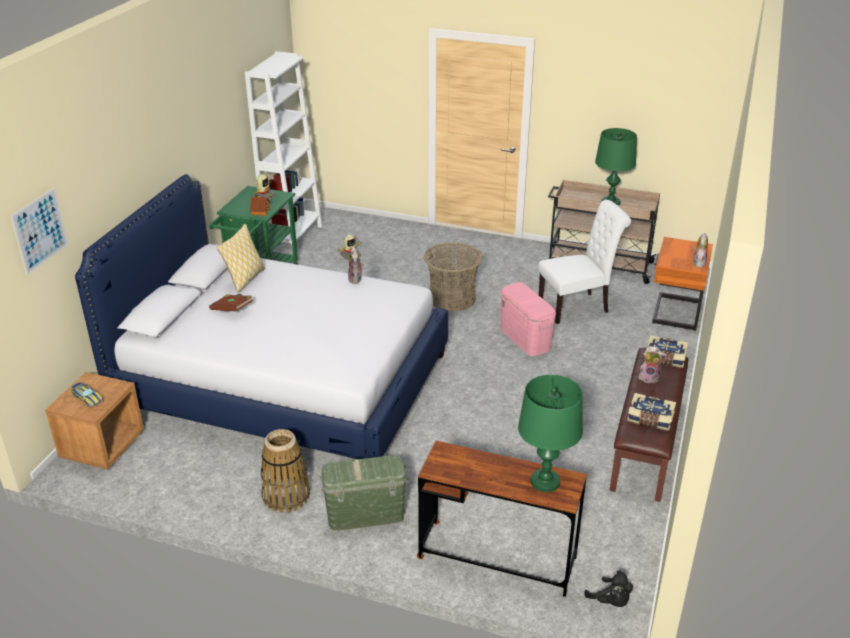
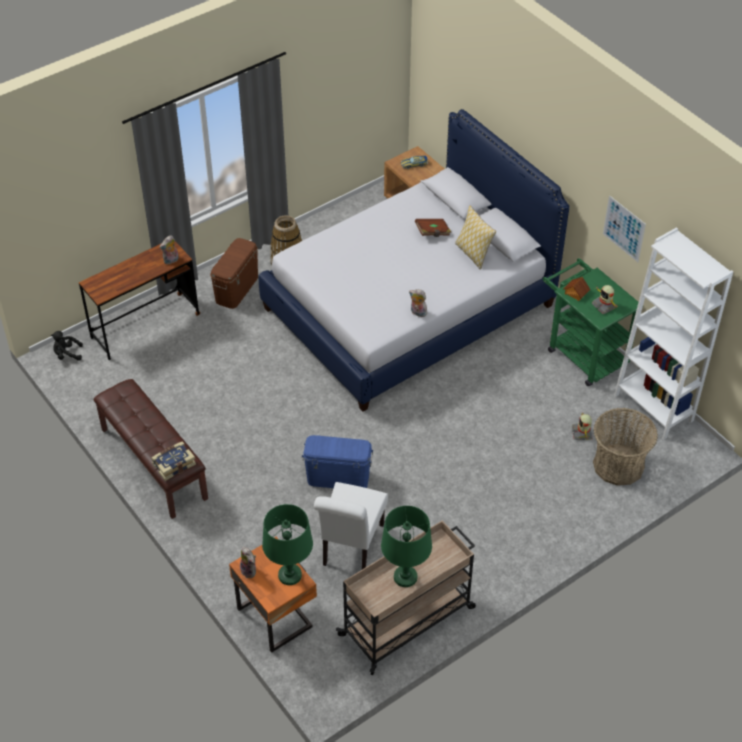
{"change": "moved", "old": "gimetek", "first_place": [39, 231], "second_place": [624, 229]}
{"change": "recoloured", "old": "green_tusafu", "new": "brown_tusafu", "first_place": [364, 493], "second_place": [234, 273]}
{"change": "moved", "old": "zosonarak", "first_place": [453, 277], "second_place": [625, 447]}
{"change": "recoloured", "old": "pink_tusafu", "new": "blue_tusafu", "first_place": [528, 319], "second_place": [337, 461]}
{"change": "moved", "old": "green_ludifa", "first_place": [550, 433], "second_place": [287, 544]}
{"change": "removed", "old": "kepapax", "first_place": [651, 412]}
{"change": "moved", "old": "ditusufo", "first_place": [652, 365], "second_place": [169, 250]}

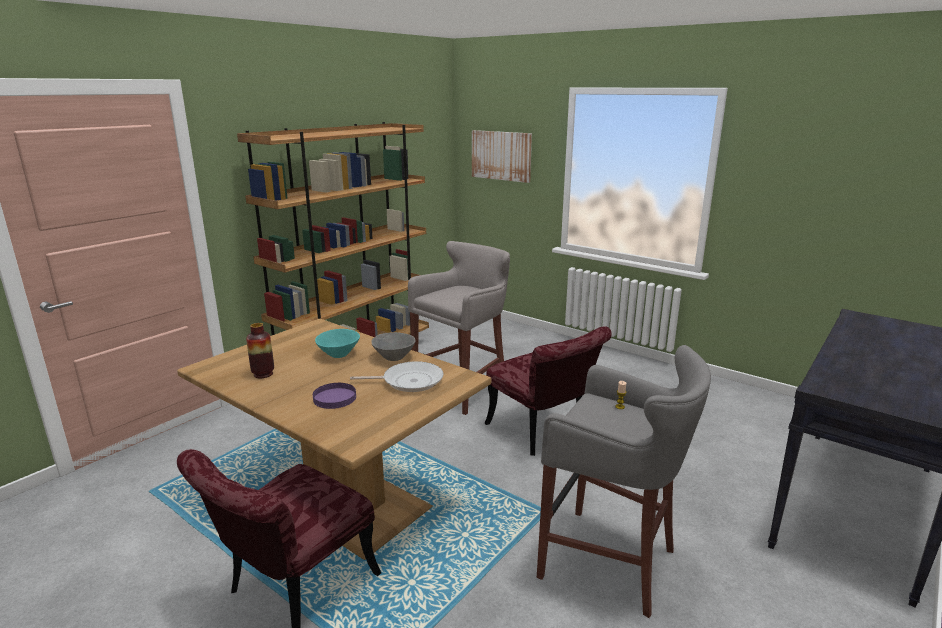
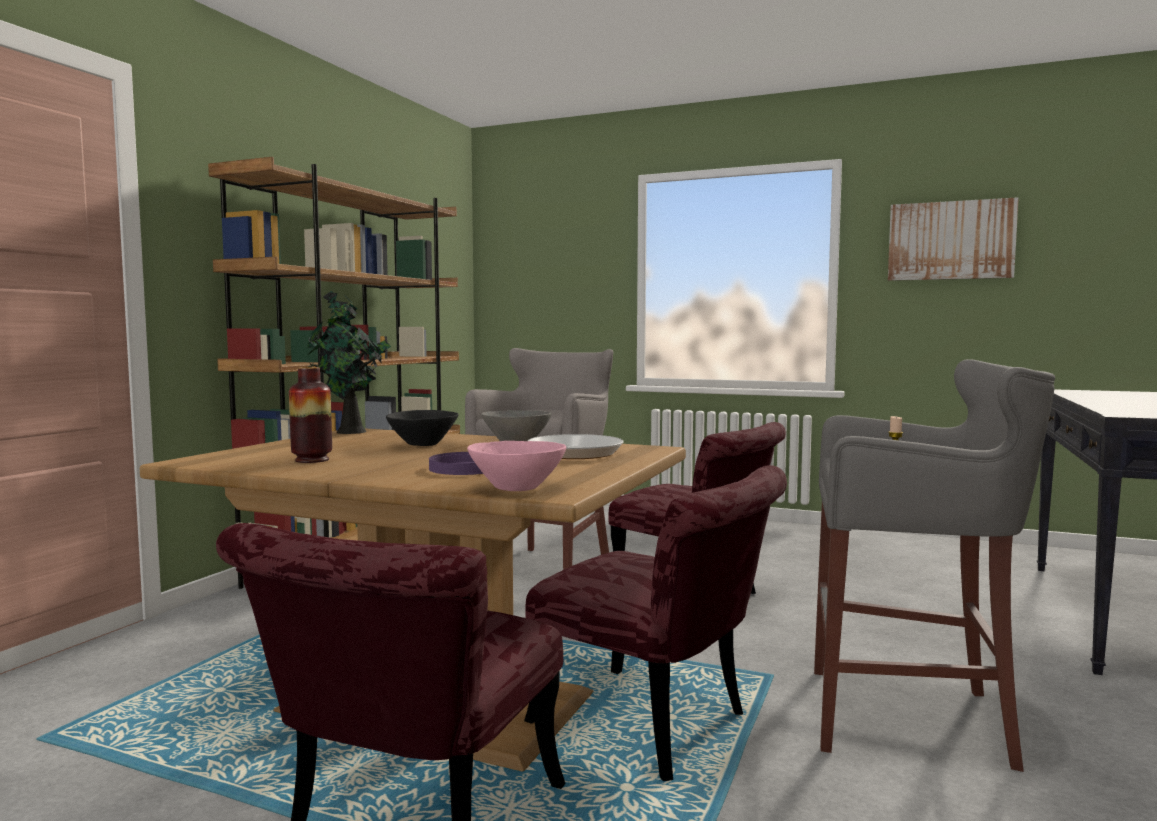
{"change": "recoloured", "old": "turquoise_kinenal", "new": "black_kinenal", "first_place": [337, 343], "second_place": [422, 428]}
{"change": "moved", "old": "gimetek", "first_place": [502, 156], "second_place": [953, 239]}
{"change": "added", "new": "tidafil", "second_place": [348, 362]}
{"change": "added", "new": "pink_kinenal", "second_place": [516, 466]}
{"change": "added", "new": "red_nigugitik", "second_place": [655, 623]}

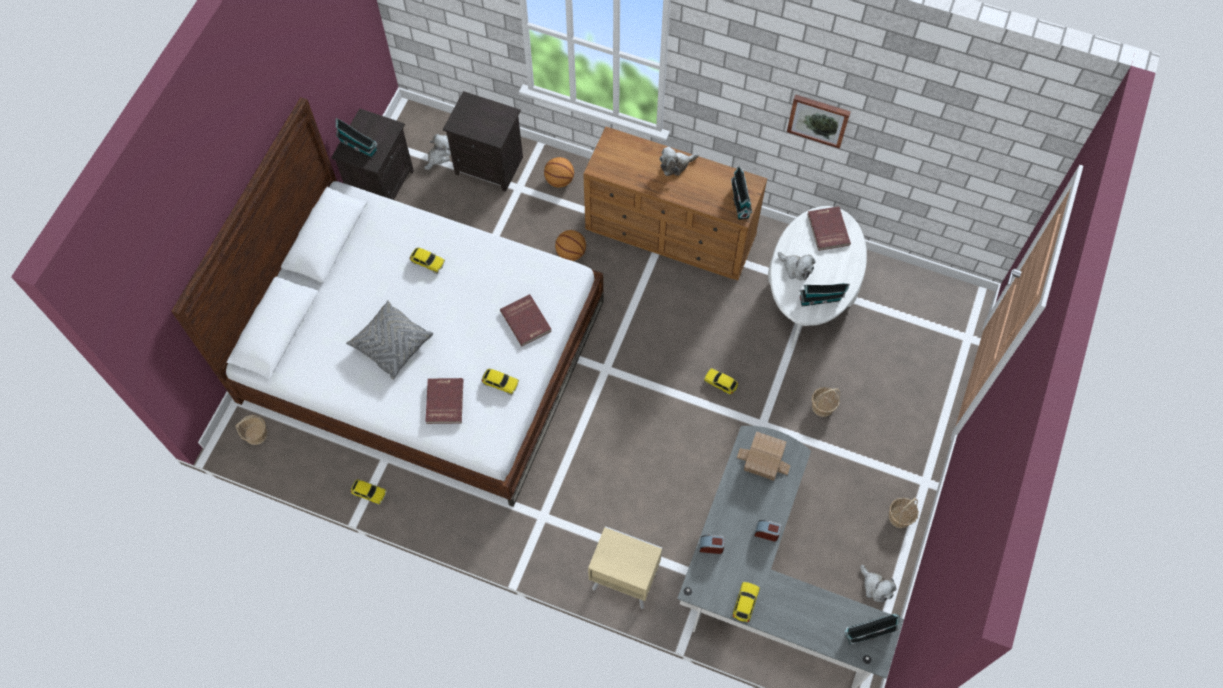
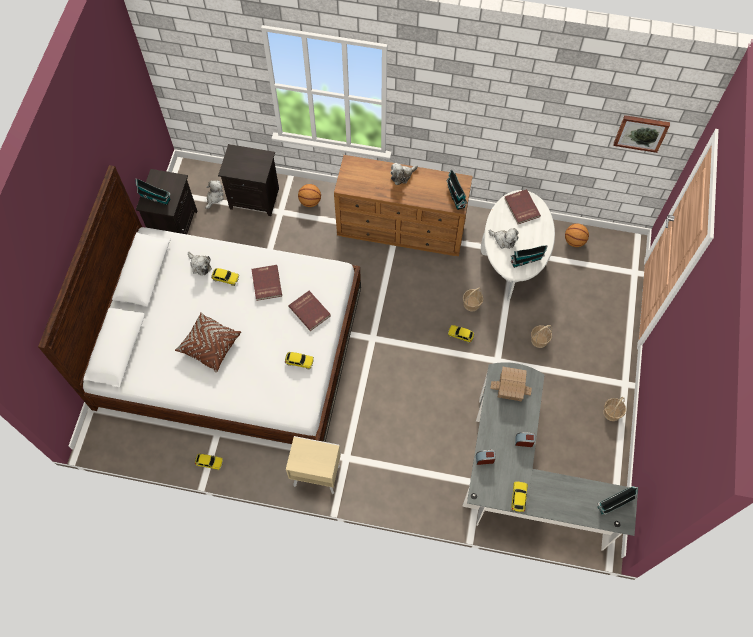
{"change": "moved", "old": "zosonarak", "first_place": [251, 430], "second_place": [473, 299]}
{"change": "recoloured", "old": "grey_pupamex", "new": "brown_pupamex", "first_place": [389, 340], "second_place": [208, 342]}
{"change": "moved", "old": "red_kepapax", "first_place": [444, 401], "second_place": [266, 283]}
{"change": "moved", "old": "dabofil", "first_place": [570, 245], "second_place": [577, 235]}
{"change": "moved", "old": "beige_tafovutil", "first_place": [625, 567], "second_place": [313, 465]}
{"change": "moved", "old": "gimetek", "first_place": [819, 121], "second_place": [642, 134]}
{"change": "moved", "old": "ditusufo", "first_place": [879, 584], "second_place": [200, 263]}

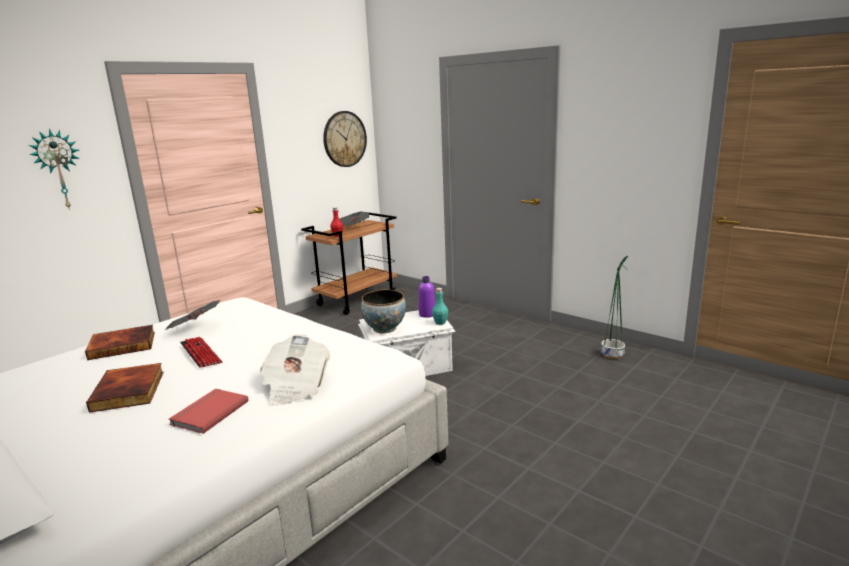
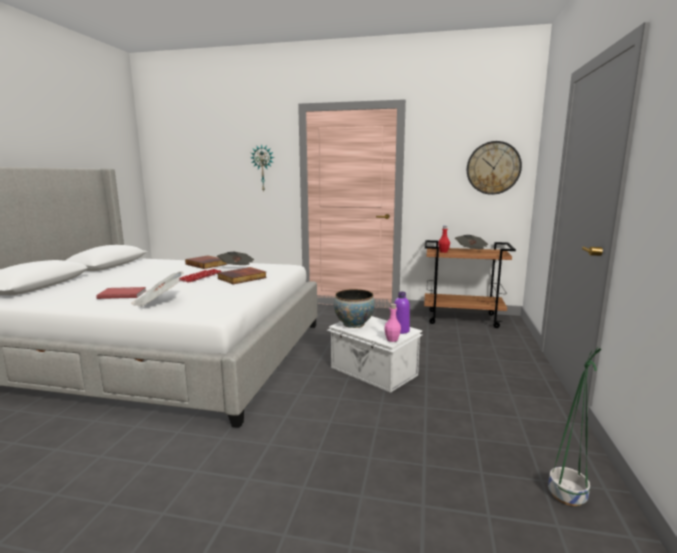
{"change": "moved", "old": "kepapax", "first_place": [125, 388], "second_place": [242, 275]}
{"change": "recoloured", "old": "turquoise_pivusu", "new": "pink_pivusu", "first_place": [440, 306], "second_place": [392, 323]}

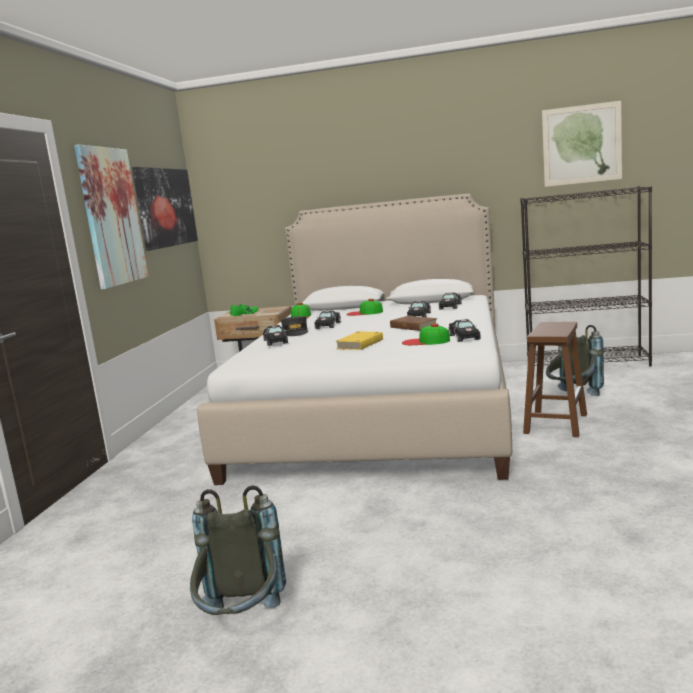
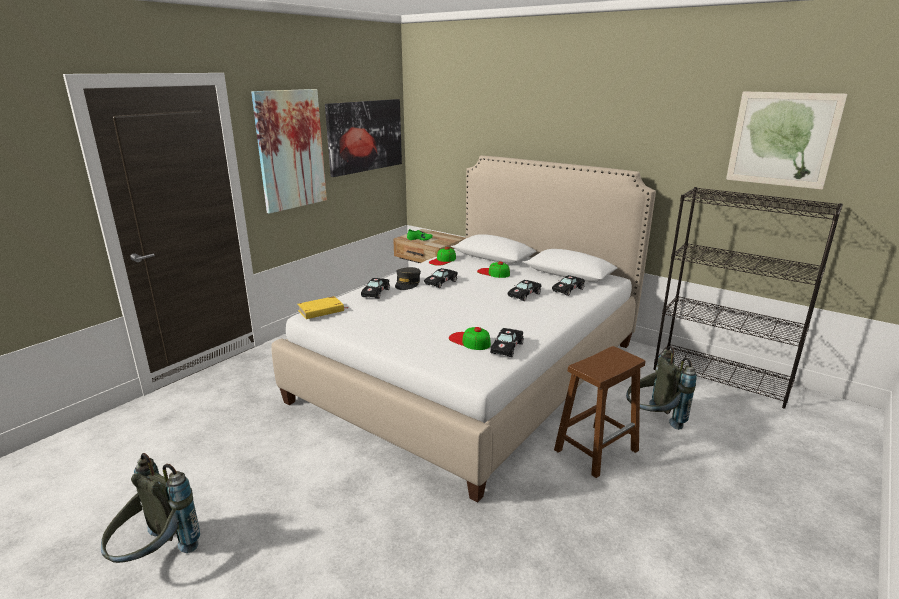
{"change": "moved", "old": "yellow_kepapax", "first_place": [359, 340], "second_place": [323, 307]}
{"change": "removed", "old": "brown_kepapax", "first_place": [414, 323]}

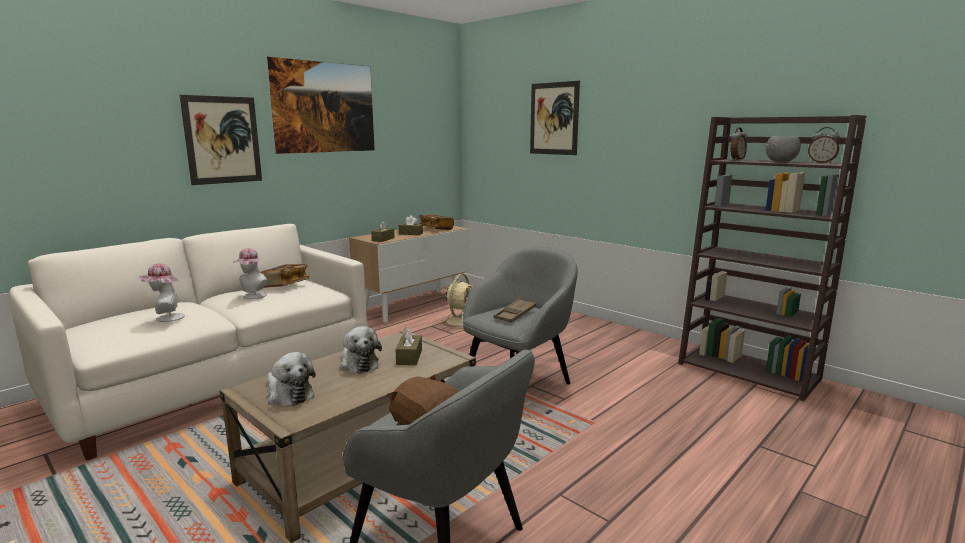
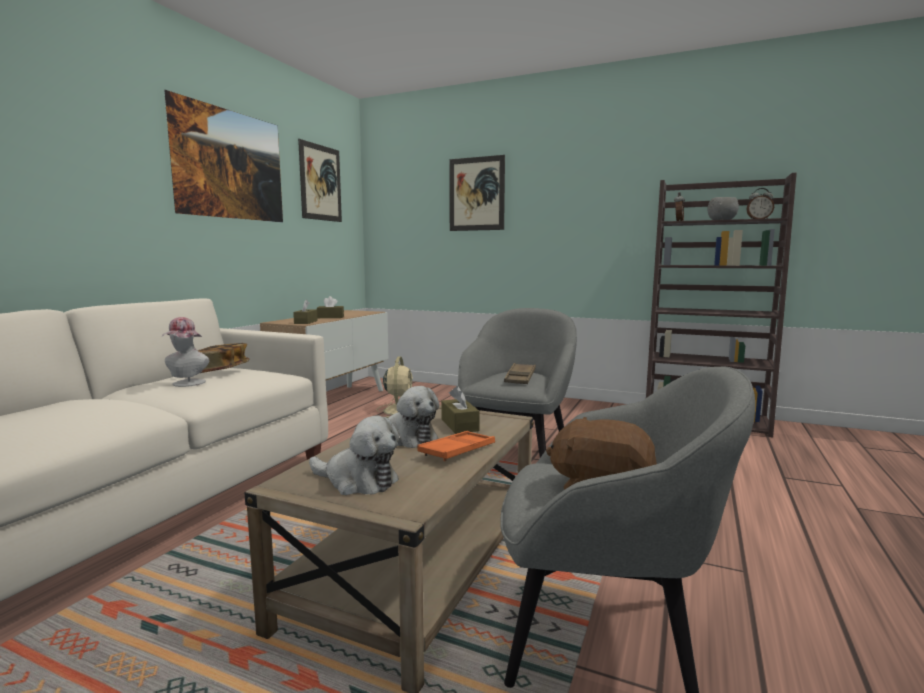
{"change": "removed", "old": "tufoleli", "first_place": [162, 292]}
{"change": "moved", "old": "gimetek", "first_place": [221, 140], "second_place": [320, 180]}
{"change": "removed", "old": "kepapax", "first_place": [436, 222]}
{"change": "added", "new": "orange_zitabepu", "second_place": [456, 446]}

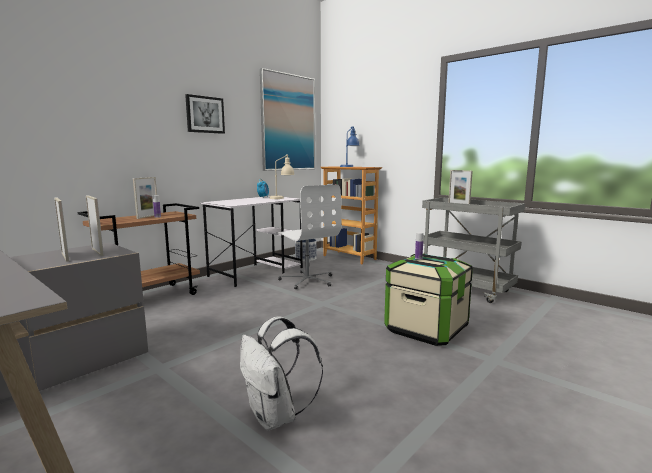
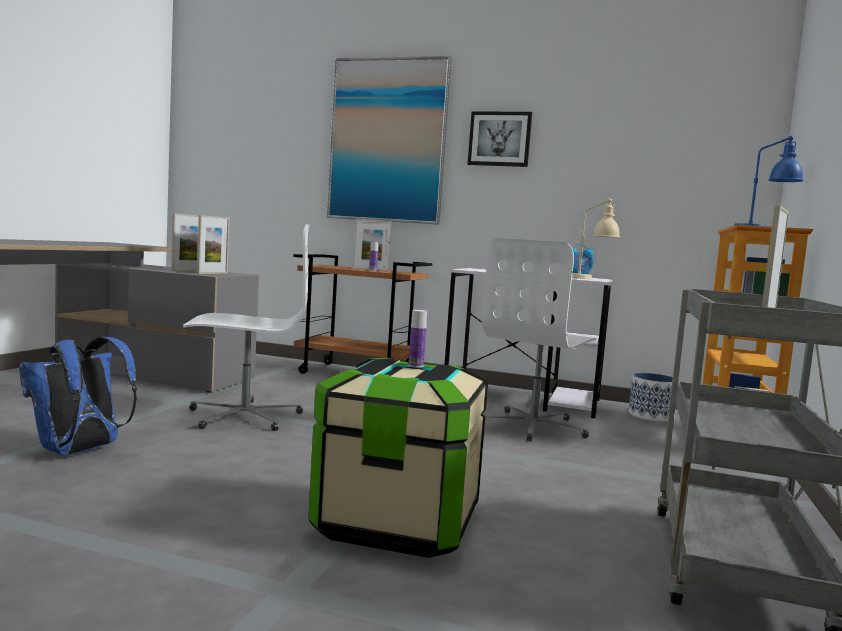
{"change": "recoloured", "old": "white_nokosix", "new": "blue_nokosix", "first_place": [281, 373], "second_place": [78, 396]}
{"change": "moved", "old": "gimetek", "first_place": [287, 119], "second_place": [389, 140]}
{"change": "added", "new": "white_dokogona", "second_place": [246, 327]}

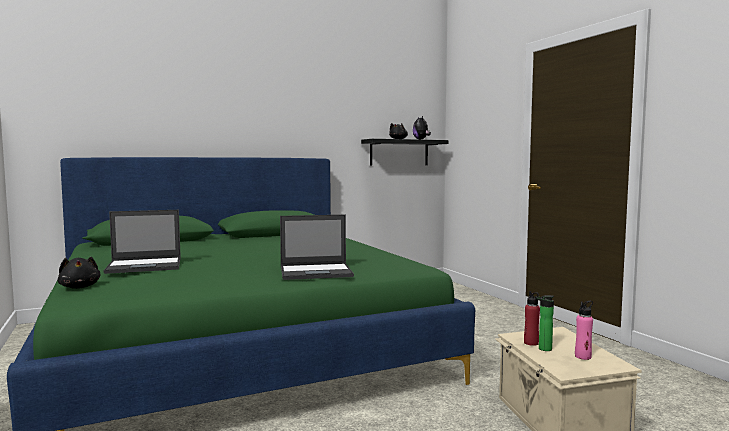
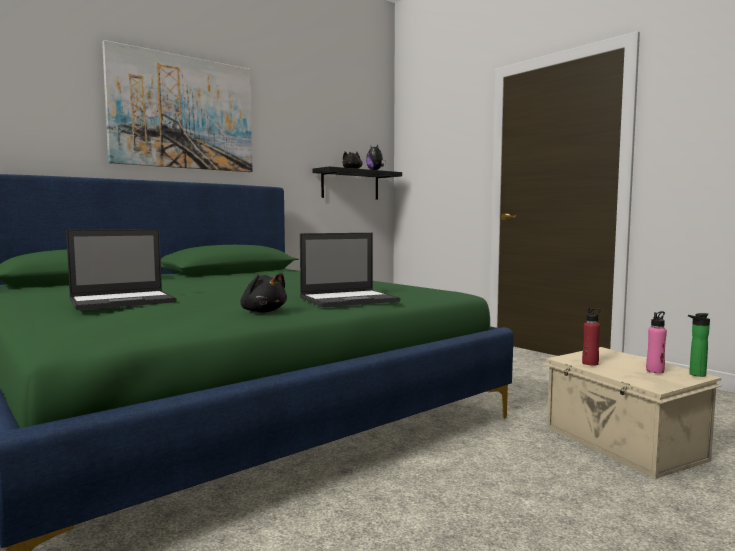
{"change": "moved", "old": "black_ditusufo", "first_place": [79, 273], "second_place": [263, 293]}
{"change": "moved", "old": "pivusu", "first_place": [544, 323], "second_place": [699, 345]}
{"change": "added", "new": "gimetek", "second_place": [177, 106]}

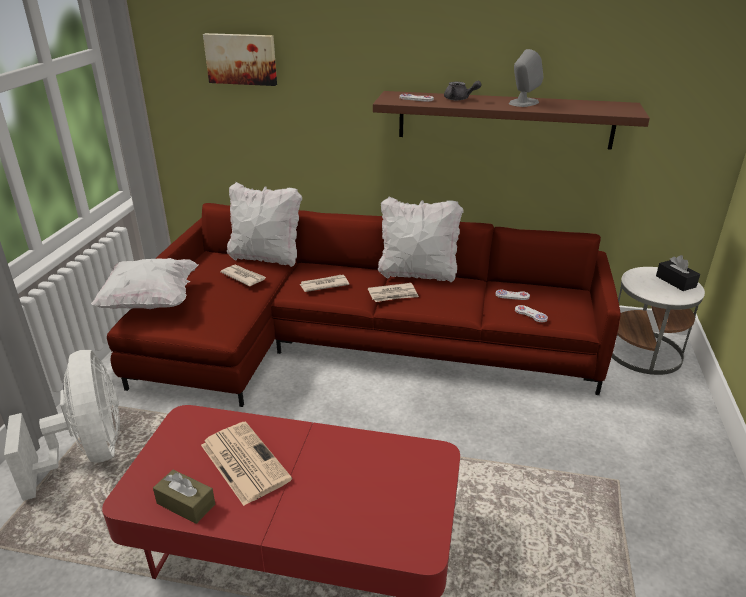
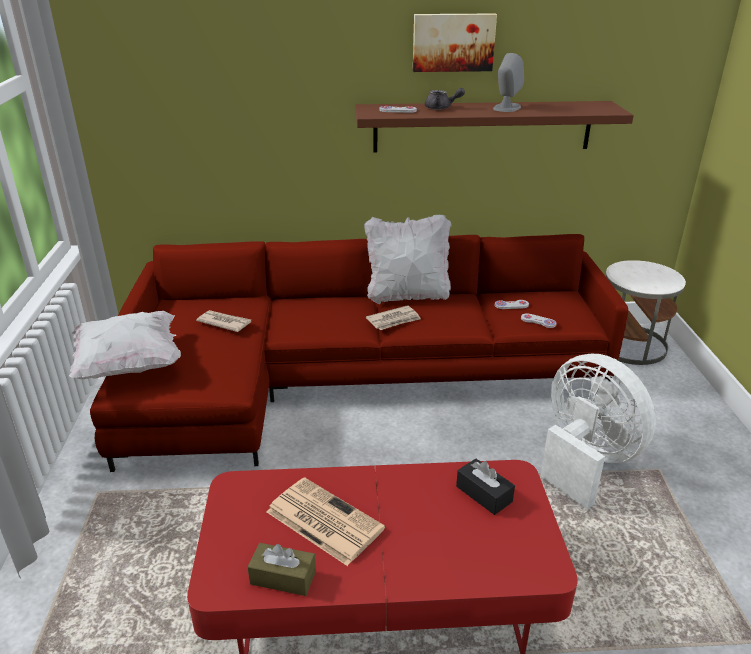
{"change": "moved", "old": "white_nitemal", "first_place": [62, 425], "second_place": [598, 431]}
{"change": "moved", "old": "gimetek", "first_place": [240, 59], "second_place": [455, 43]}
{"change": "removed", "old": "white_pupamex", "first_place": [264, 224]}
{"change": "removed", "old": "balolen", "first_place": [324, 283]}
{"change": "moved", "old": "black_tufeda", "first_place": [678, 273], "second_place": [485, 487]}

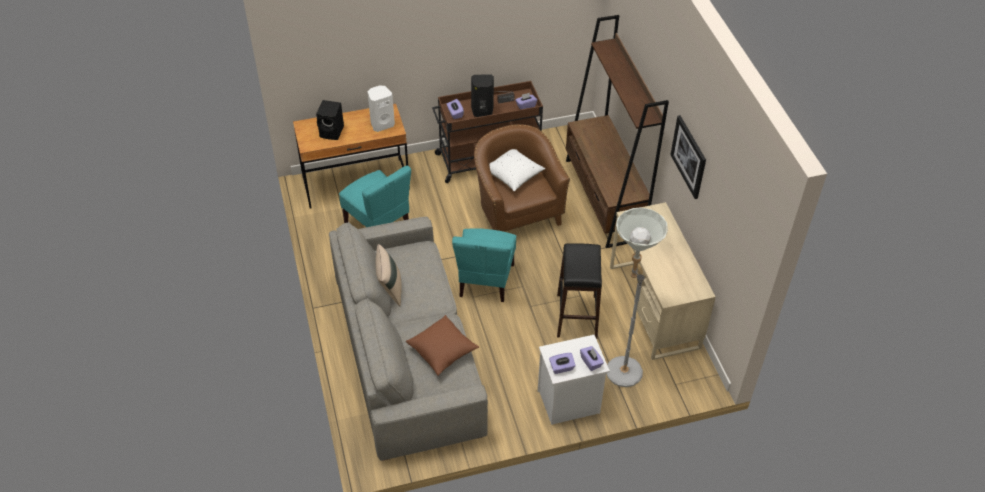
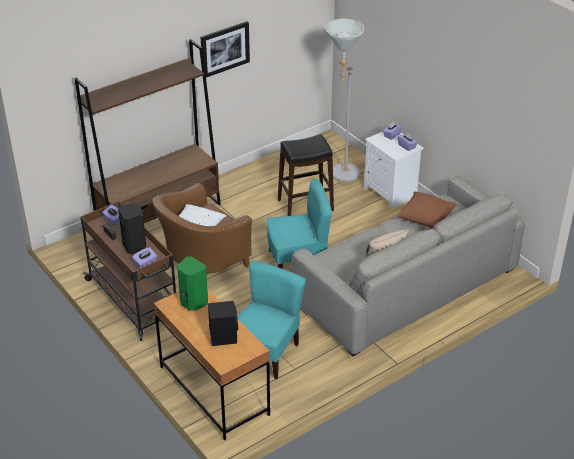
{"change": "recoloured", "old": "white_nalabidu", "new": "green_nalabidu", "first_place": [381, 108], "second_place": [192, 283]}
{"change": "removed", "old": "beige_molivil", "first_place": [663, 281]}

